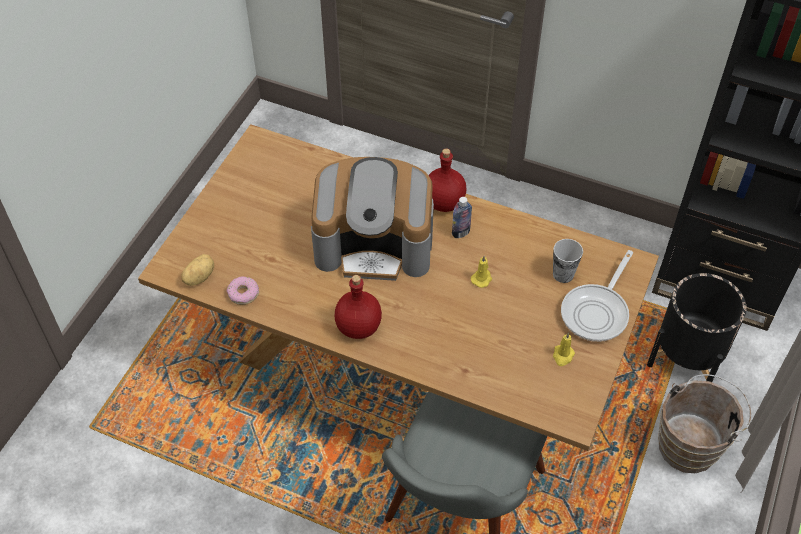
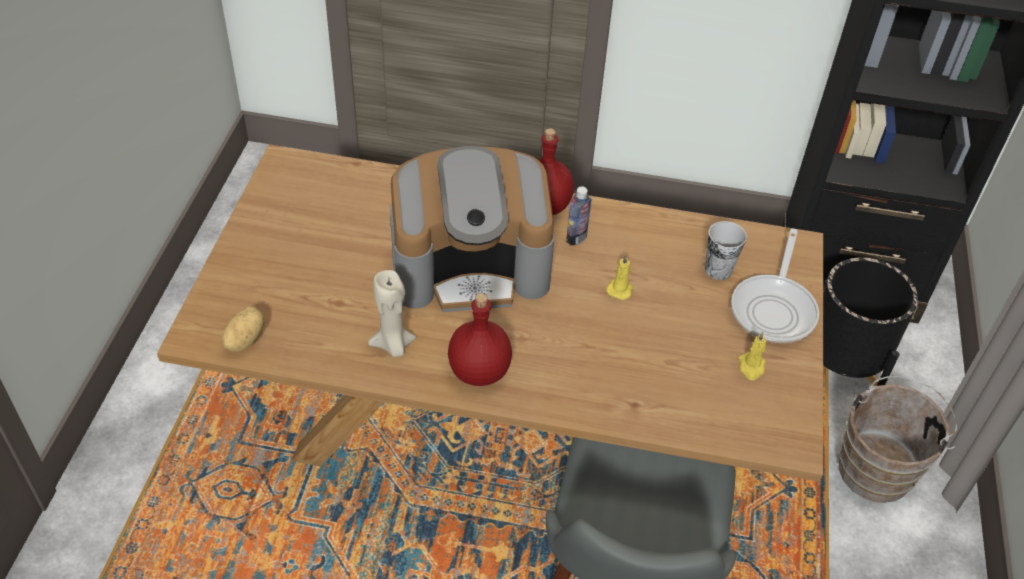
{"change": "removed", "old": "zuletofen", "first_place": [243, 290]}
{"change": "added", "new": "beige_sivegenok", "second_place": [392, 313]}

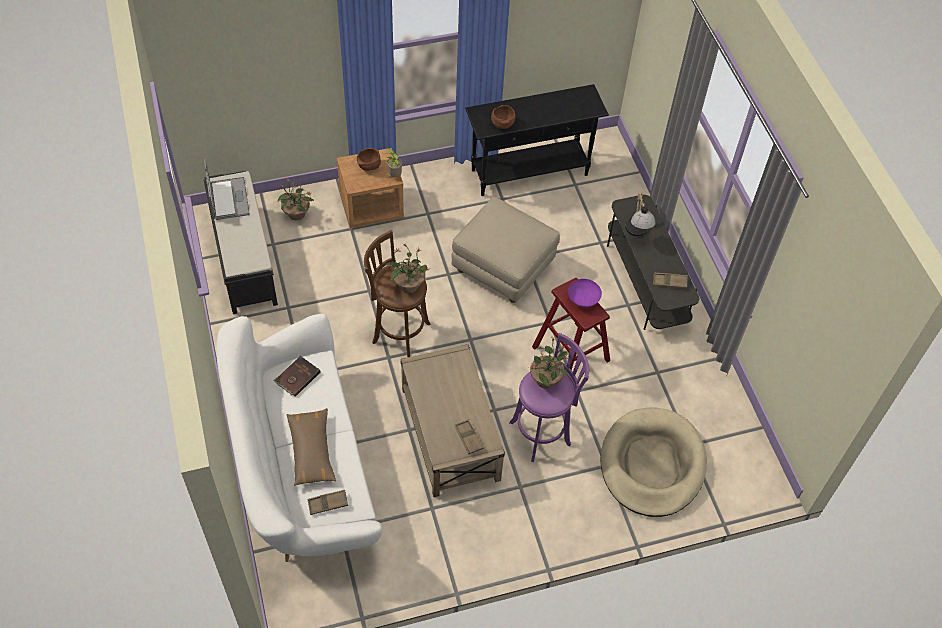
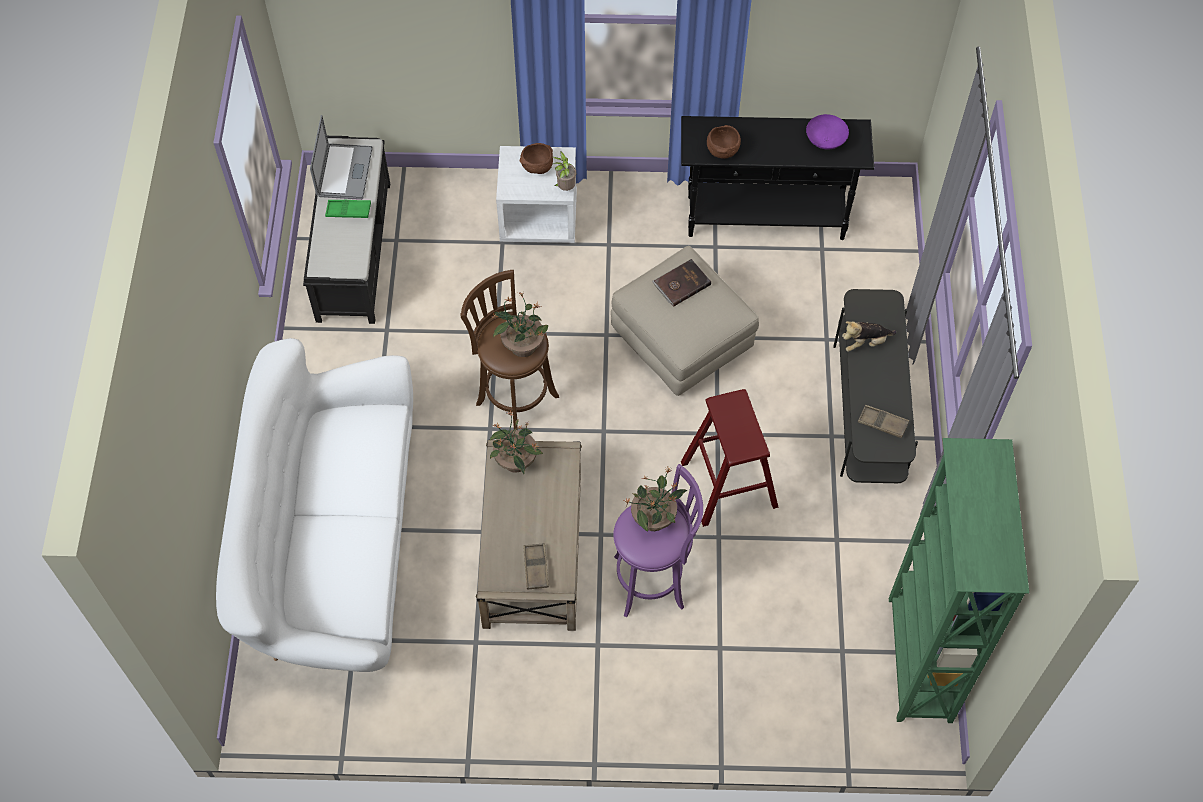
{"change": "moved", "old": "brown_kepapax", "first_place": [297, 376], "second_place": [681, 283]}
{"change": "moved", "old": "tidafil", "first_place": [296, 199], "second_place": [516, 442]}
{"change": "removed", "old": "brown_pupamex", "first_place": [311, 447]}
{"change": "removed", "old": "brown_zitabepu", "first_place": [327, 502]}
{"change": "recoloured", "old": "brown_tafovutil", "new": "white_tafovutil", "first_place": [370, 188], "second_place": [536, 194]}
{"change": "moved", "old": "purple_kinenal", "first_place": [585, 293], "second_place": [827, 131]}
{"change": "removed", "old": "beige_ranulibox", "first_place": [653, 462]}
{"change": "replaced", "old": "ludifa", "new": "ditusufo", "first_place": [640, 215], "second_place": [869, 336]}
{"change": "added", "new": "green_zitabepu", "second_place": [348, 209]}
{"change": "added", "new": "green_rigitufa", "second_place": [959, 580]}

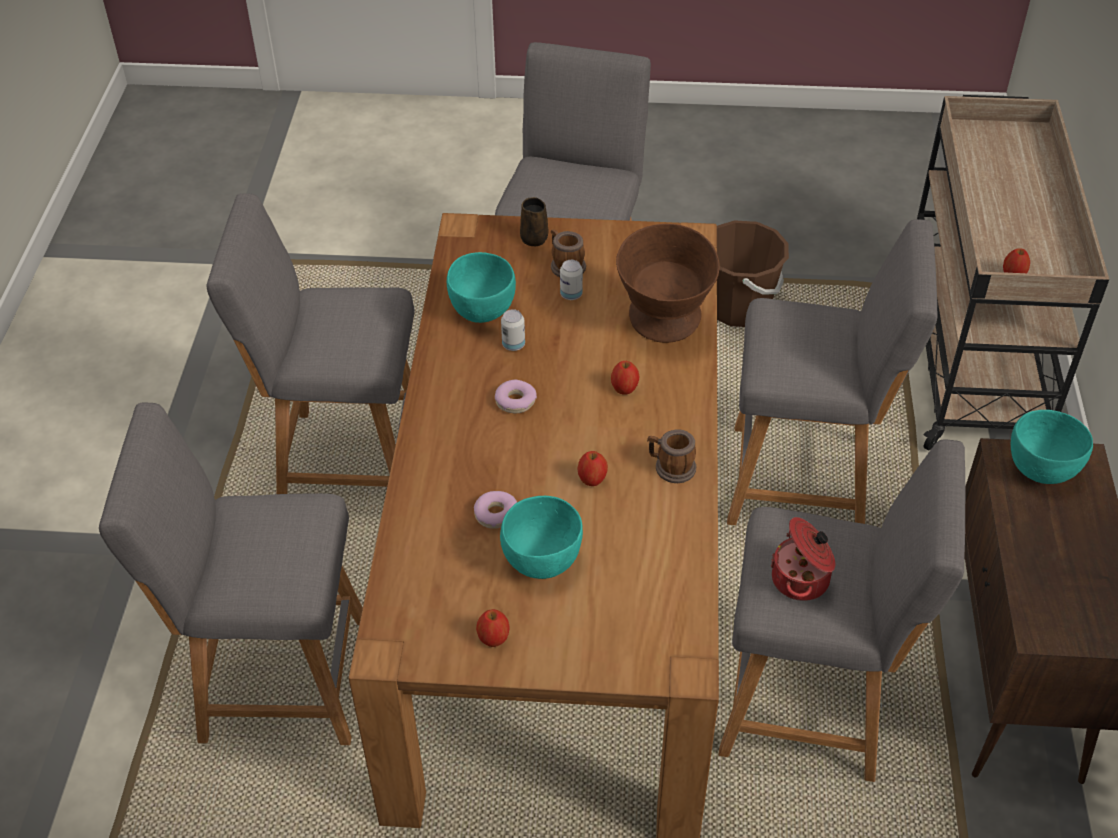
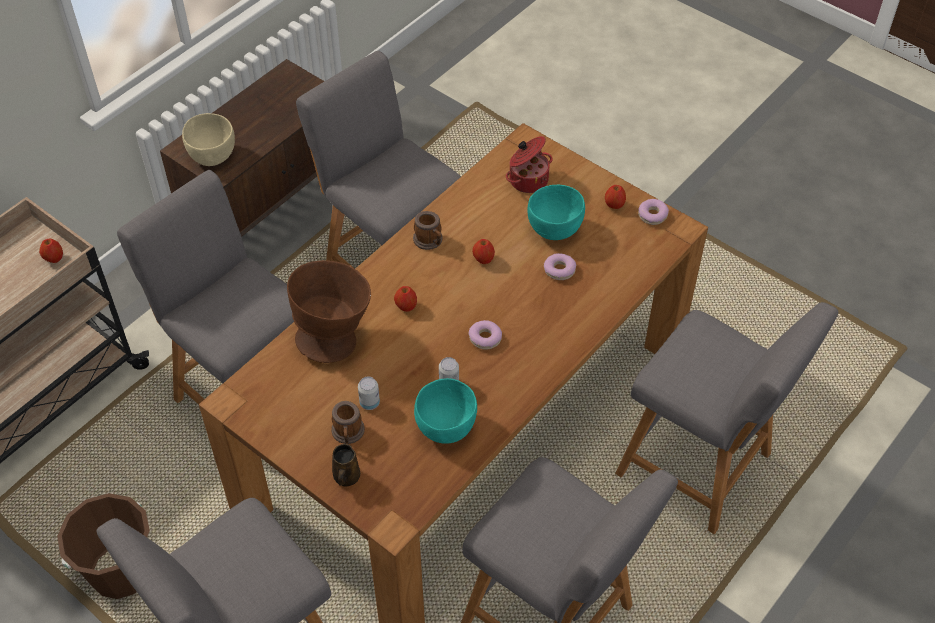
{"change": "moved", "old": "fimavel", "first_place": [803, 559], "second_place": [529, 164]}
{"change": "recoloured", "old": "turquoise_kinenal", "new": "beige_kinenal", "first_place": [1052, 447], "second_place": [208, 139]}
{"change": "added", "new": "zuletofen", "second_place": [653, 212]}

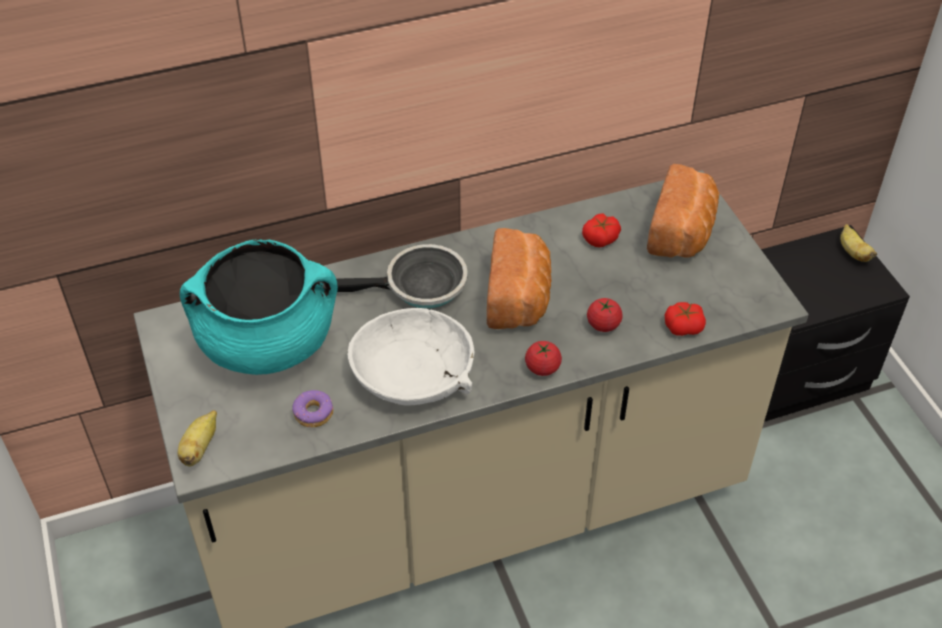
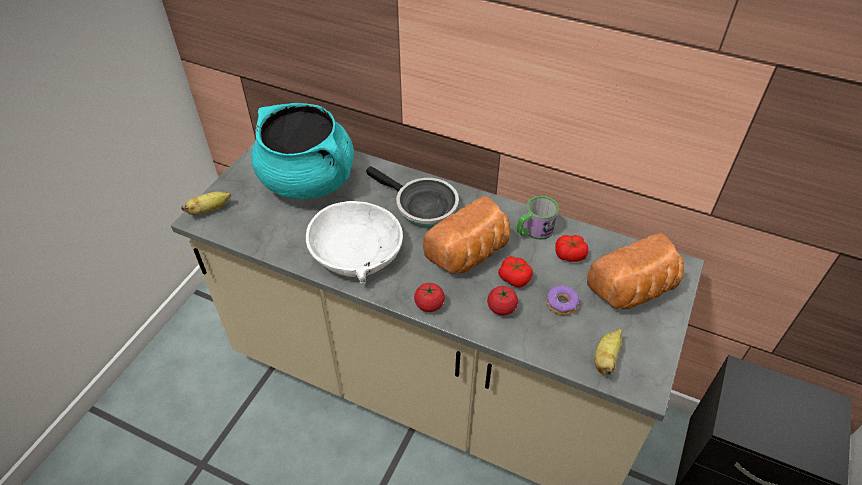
{"change": "moved", "old": "zuletofen", "first_place": [312, 408], "second_place": [562, 300]}
{"change": "moved", "old": "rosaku", "first_place": [685, 319], "second_place": [515, 271]}
{"change": "moved", "old": "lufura", "first_place": [858, 243], "second_place": [608, 351]}
{"change": "added", "new": "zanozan", "second_place": [538, 218]}

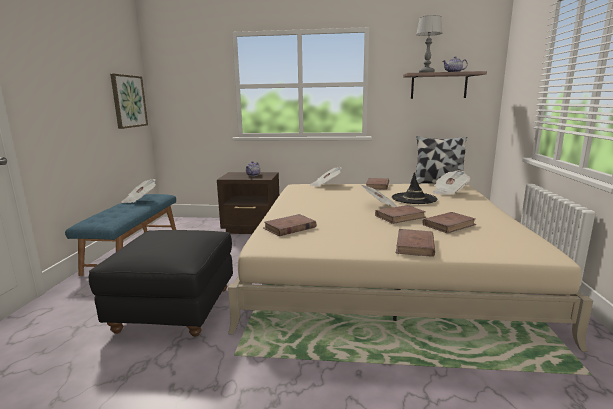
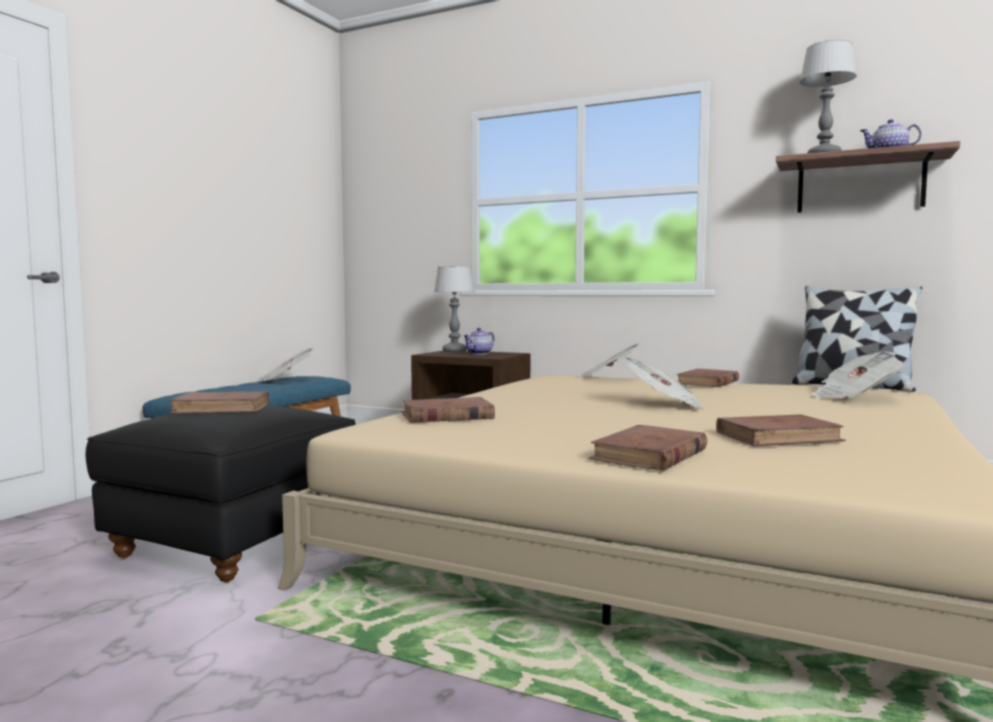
{"change": "removed", "old": "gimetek", "first_place": [129, 101]}
{"change": "moved", "old": "brown_kepapax", "first_place": [400, 214], "second_place": [219, 402]}
{"change": "removed", "old": "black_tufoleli", "first_place": [414, 188]}
{"change": "added", "new": "ludifa", "second_place": [454, 309]}

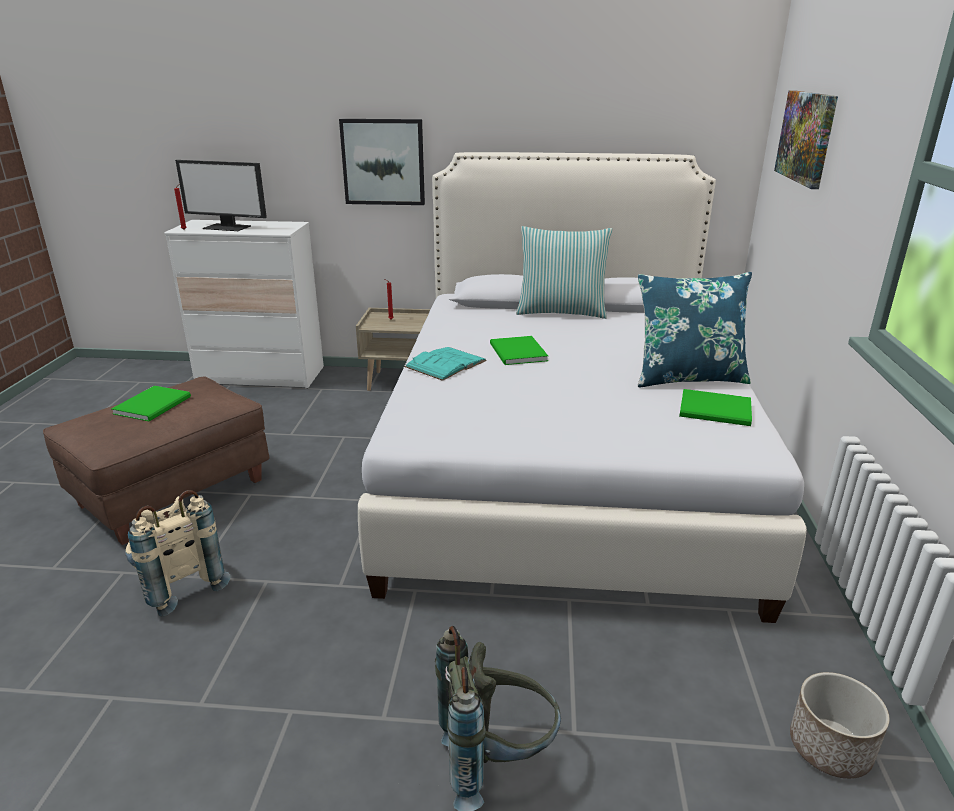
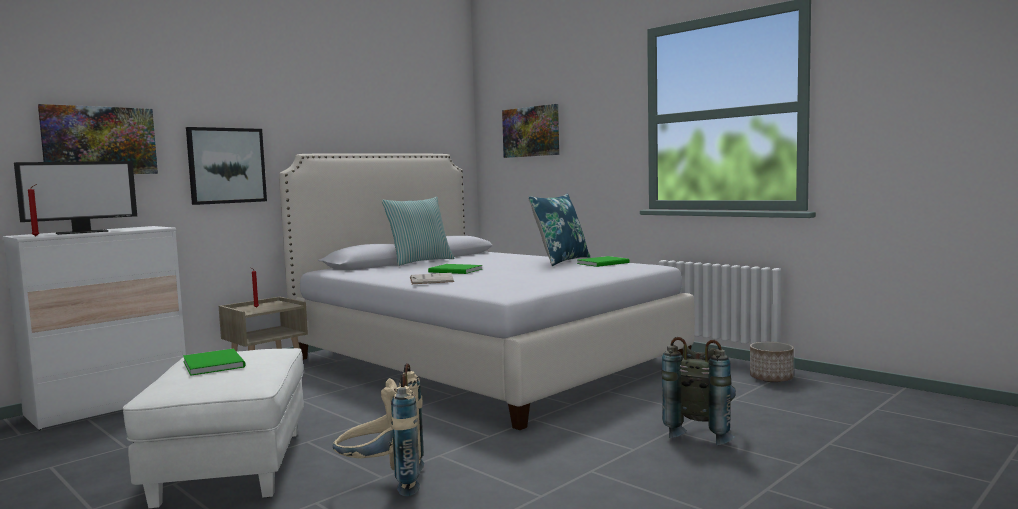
{"change": "recoloured", "old": "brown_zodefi", "new": "white_zodefi", "first_place": [156, 460], "second_place": [213, 428]}
{"change": "recoloured", "old": "turquoise_kepapax", "new": "white_kepapax", "first_place": [445, 364], "second_place": [432, 278]}
{"change": "added", "new": "gimetek", "second_place": [98, 139]}

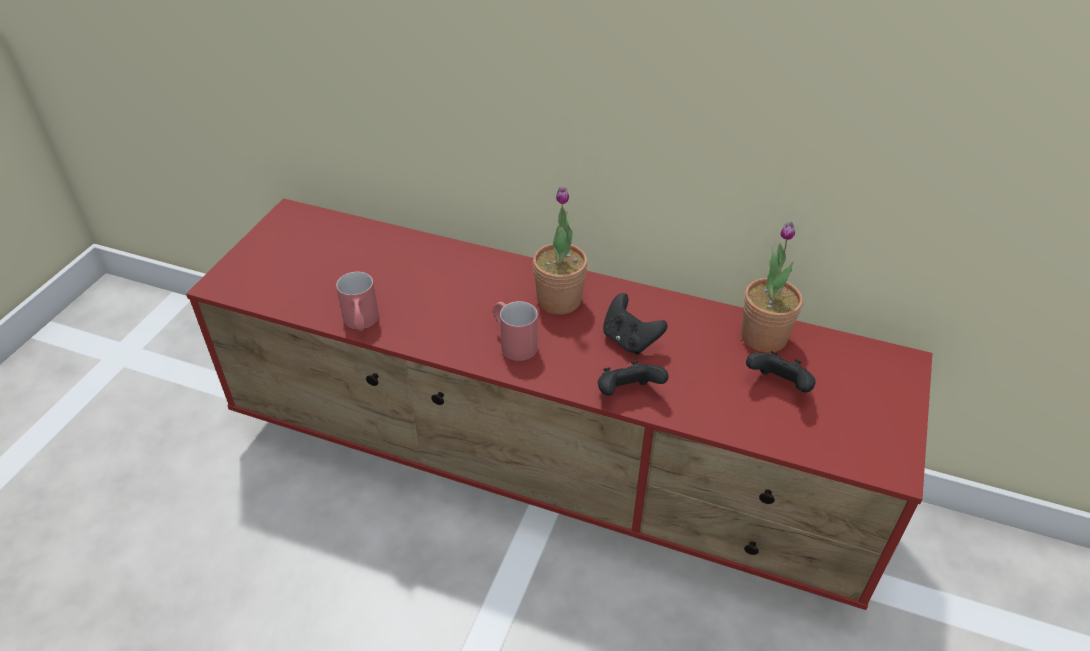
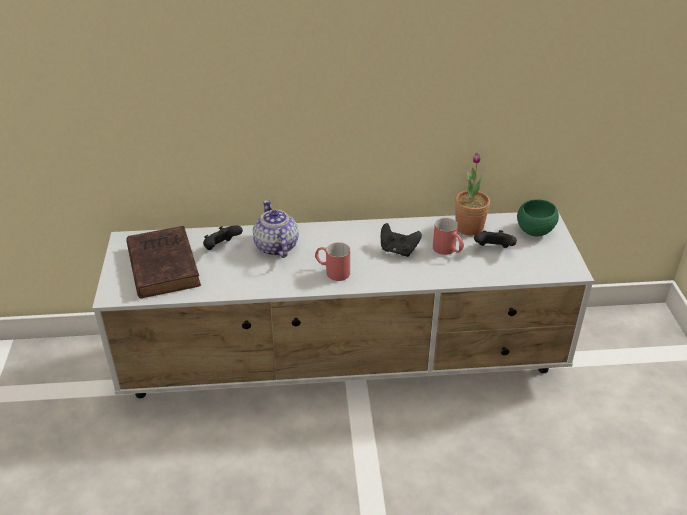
{"change": "recoloured", "old": "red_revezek", "new": "white_revezek", "first_place": [559, 404], "second_place": [343, 305]}
{"change": "moved", "old": "red_zanozan", "first_place": [357, 301], "second_place": [448, 236]}
{"change": "removed", "old": "tidafil", "first_place": [560, 250]}
{"change": "moved", "old": "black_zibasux", "first_place": [633, 378], "second_place": [223, 237]}
{"change": "added", "new": "brown_kepapax", "second_place": [163, 262]}
{"change": "added", "new": "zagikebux", "second_place": [275, 229]}
{"change": "added", "new": "green_kinenal", "second_place": [538, 217]}

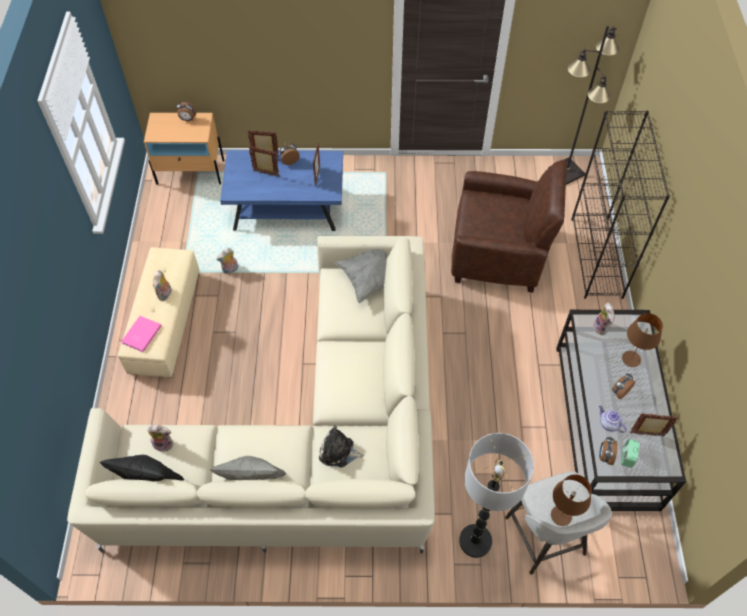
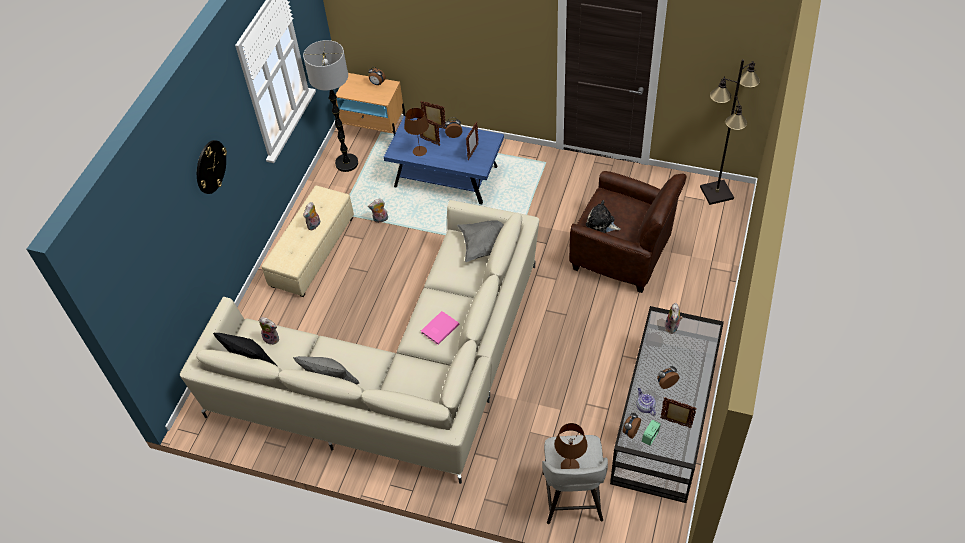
{"change": "moved", "old": "pink_kepapax", "first_place": [141, 334], "second_place": [440, 328]}
{"change": "moved", "old": "ditusufo", "first_place": [341, 446], "second_place": [603, 216]}
{"change": "moved", "old": "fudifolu", "first_place": [496, 495], "second_place": [330, 106]}
{"change": "removed", "old": "black_rigitufa", "first_place": [620, 204]}
{"change": "moved", "old": "brown_ludifa", "first_place": [642, 340], "second_place": [416, 132]}
{"change": "added", "new": "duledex", "second_place": [212, 167]}

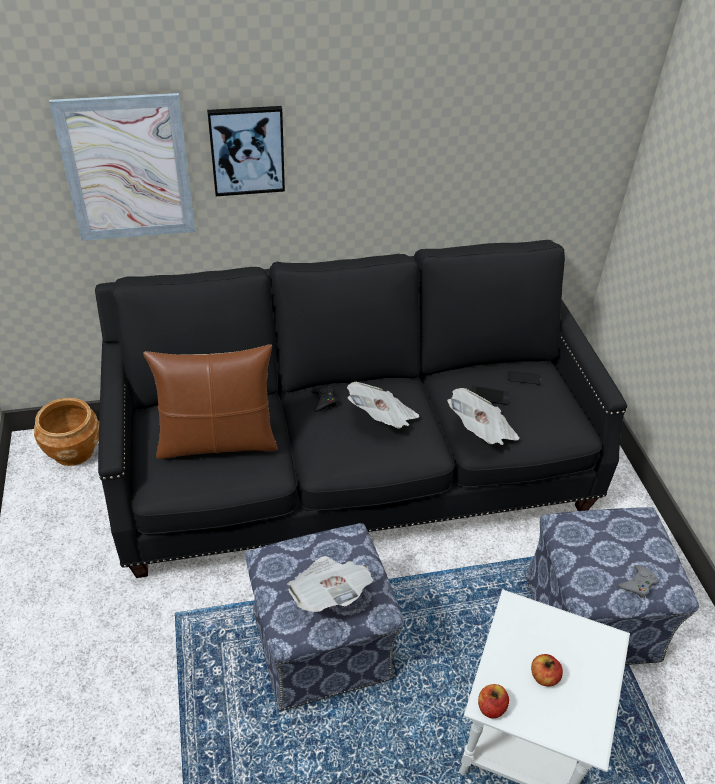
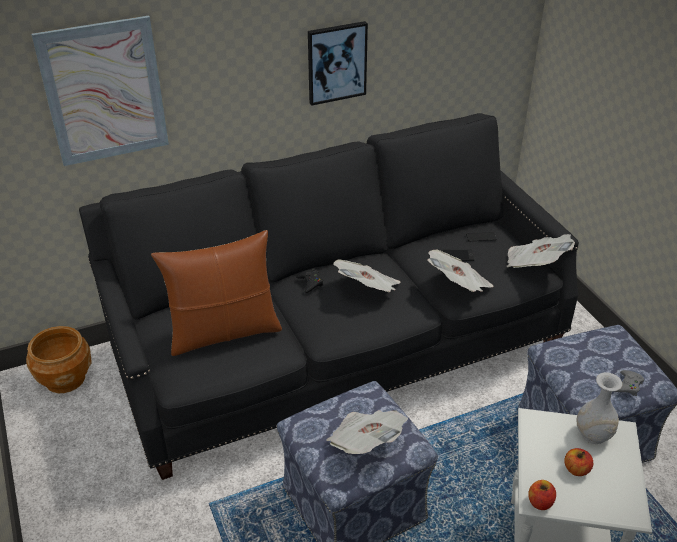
{"change": "moved", "old": "gimetek", "first_place": [246, 151], "second_place": [338, 63]}
{"change": "added", "new": "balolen", "second_place": [541, 251]}
{"change": "added", "new": "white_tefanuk", "second_place": [599, 408]}

